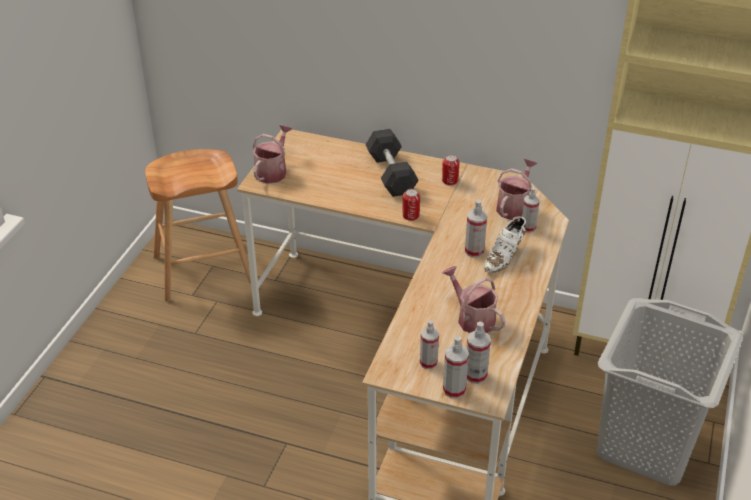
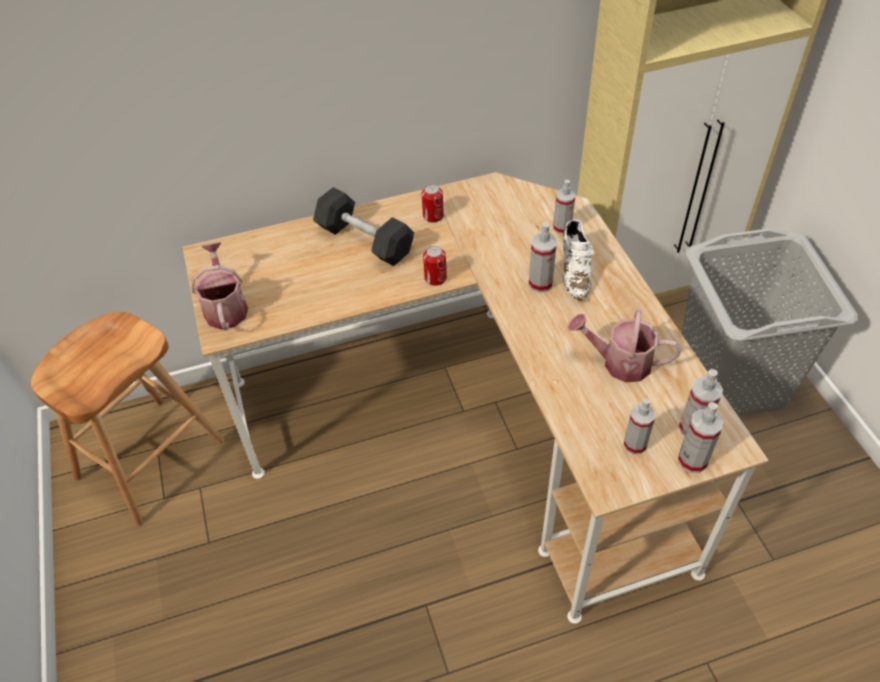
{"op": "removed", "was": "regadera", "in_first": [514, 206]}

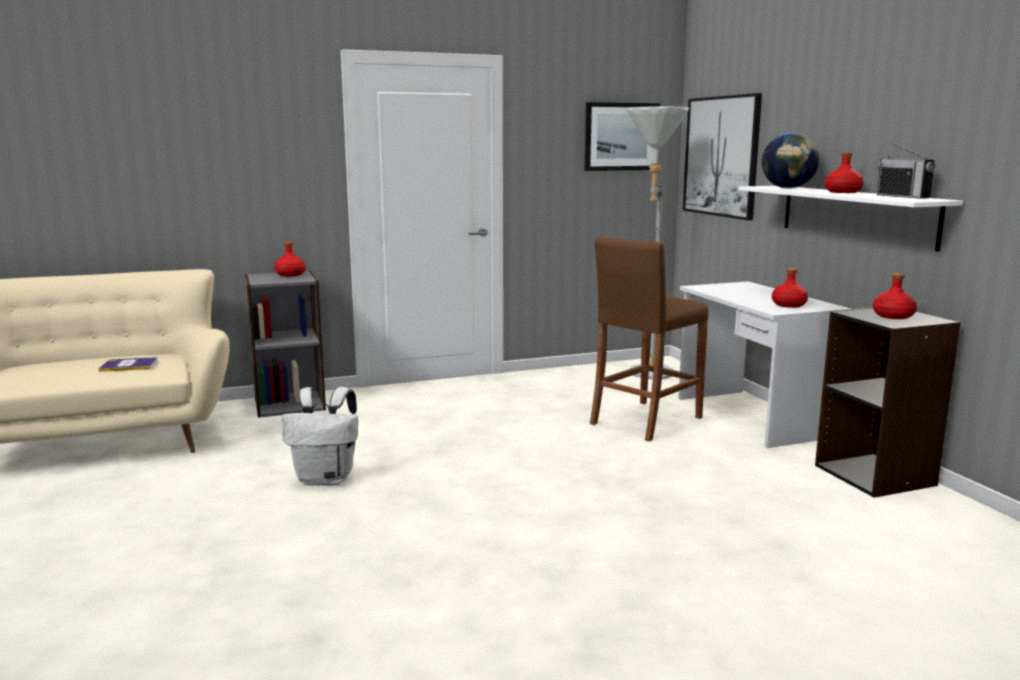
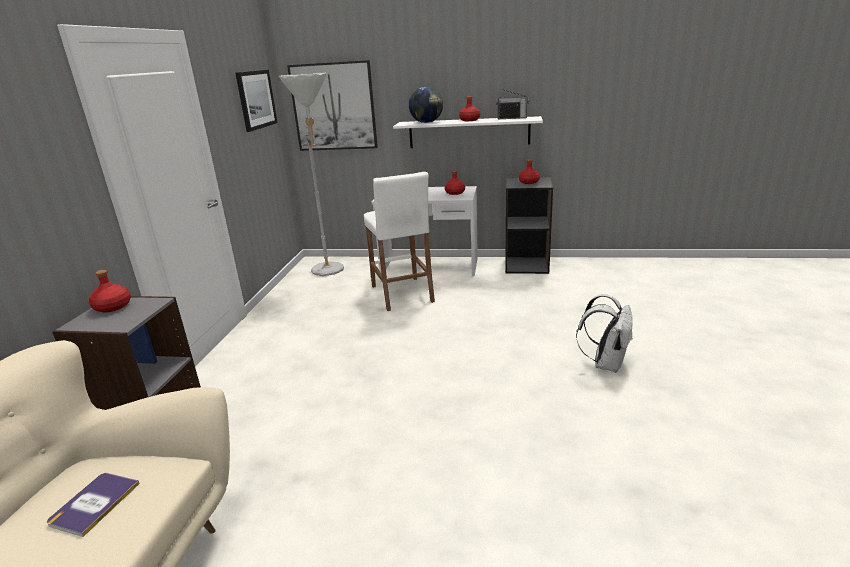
{"op": "recoloured", "was": "taburete/marrón", "now": "taburete/blanco", "in_first": [645, 420], "in_second": [402, 294]}
{"op": "moved", "was": "mochila/blanco", "in_first": [327, 479], "in_second": [606, 363]}

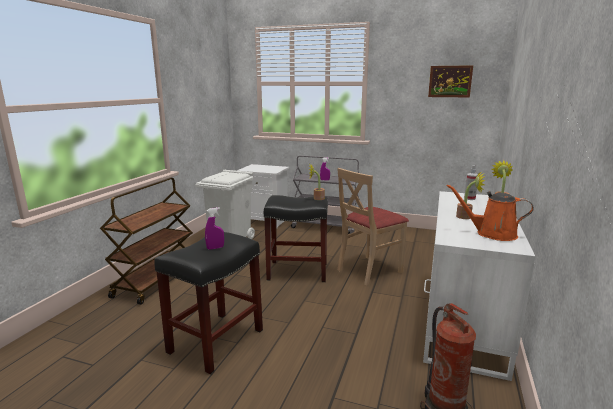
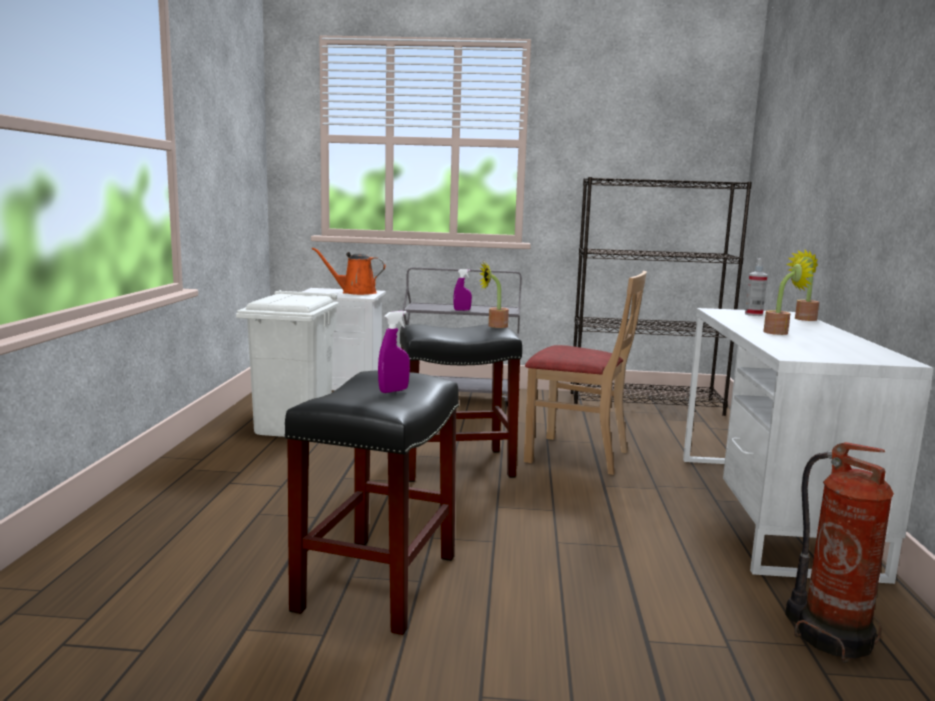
{"op": "removed", "was": "cuadro", "in_first": [450, 81]}
{"op": "turned", "was": "silla/beis", "in_first": [368, 270], "in_second": [577, 455], "clockwise": -105}
{"op": "removed", "was": "carrito/marrón", "in_first": [156, 280]}
{"op": "moved", "was": "regadera/naranja", "in_first": [492, 234], "in_second": [355, 292]}
{"op": "added", "now": "estantería/negro", "in_second": [645, 403]}

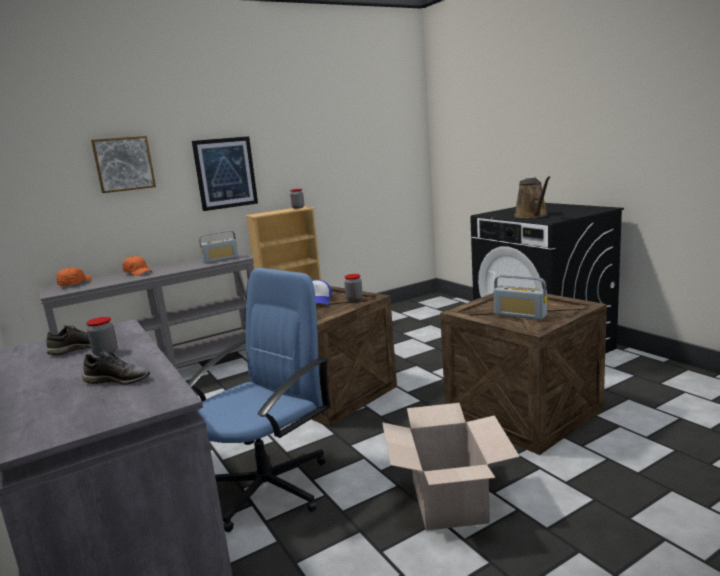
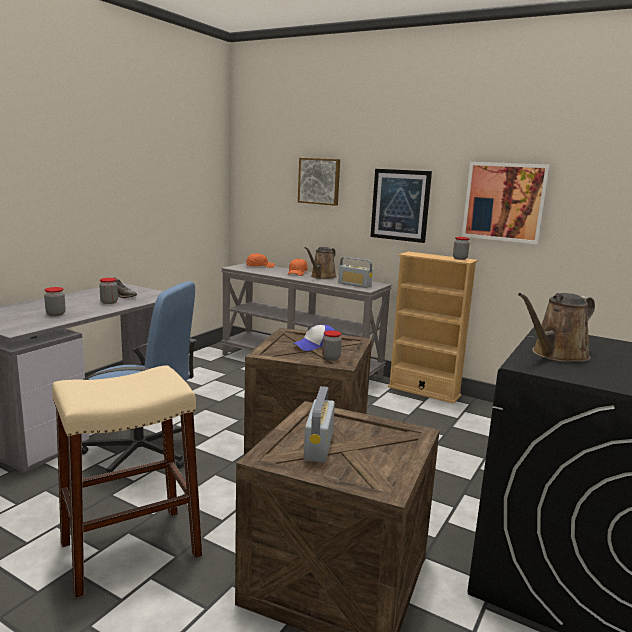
{"op": "replaced", "was": "zapato/gris", "now": "tarro", "in_first": [118, 380], "in_second": [56, 314]}
{"op": "replaced", "was": "caja de cartón", "now": "taburete/beis", "in_first": [448, 501], "in_second": [131, 549]}
{"op": "added", "now": "cuadro", "in_second": [504, 202]}
{"op": "added", "now": "regadera/marrón", "in_second": [322, 277]}

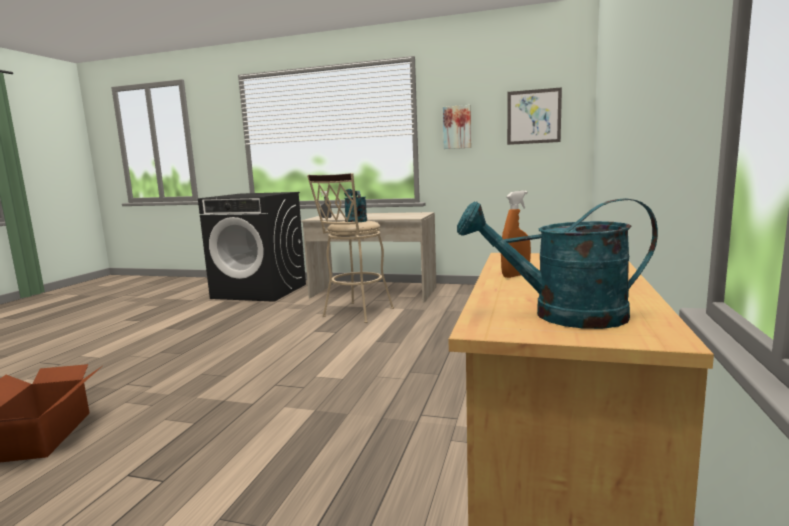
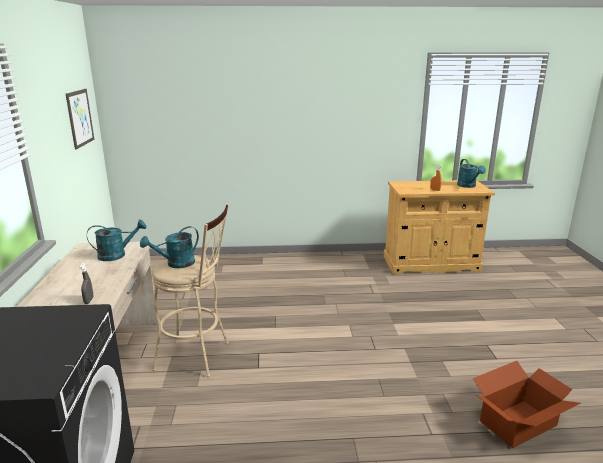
{"op": "removed", "was": "cuadro", "in_first": [457, 127]}
{"op": "added", "now": "regadera/turquesa", "in_second": [117, 255]}

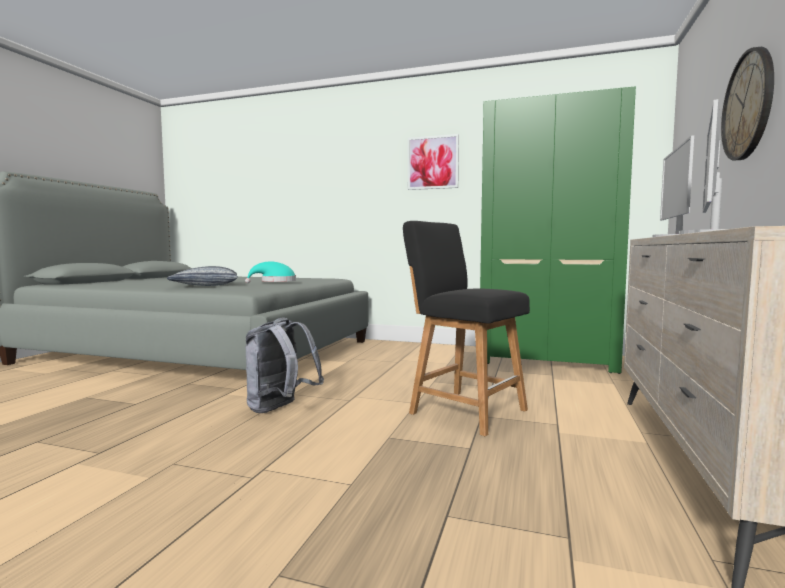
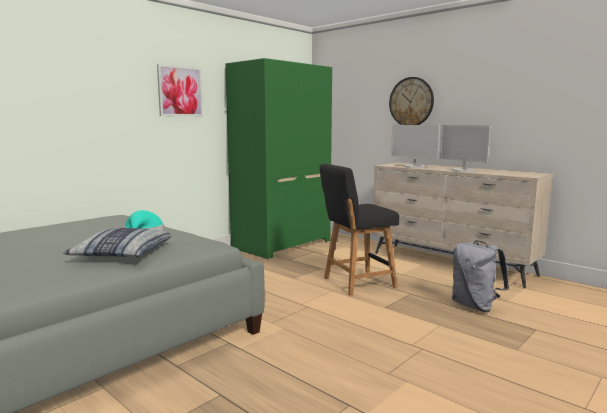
{"op": "moved", "was": "mochila/gris", "in_first": [280, 409], "in_second": [475, 306]}

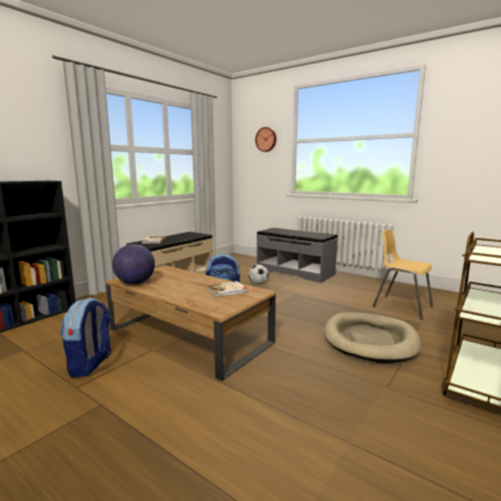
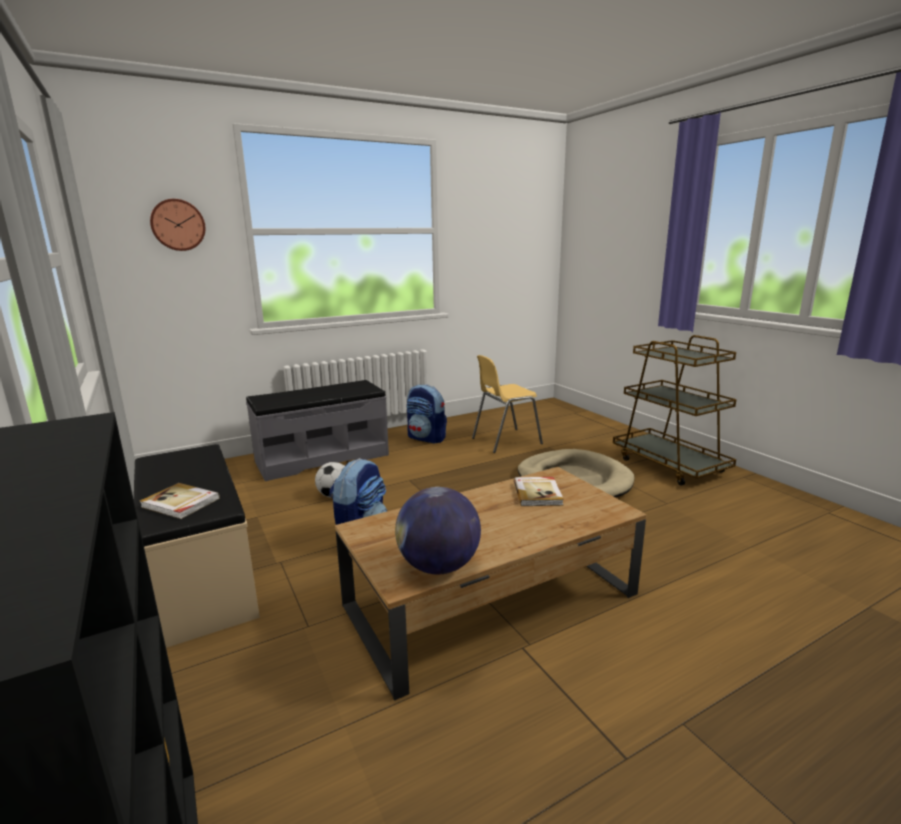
{"op": "moved", "was": "mochila", "in_first": [91, 365], "in_second": [427, 438]}

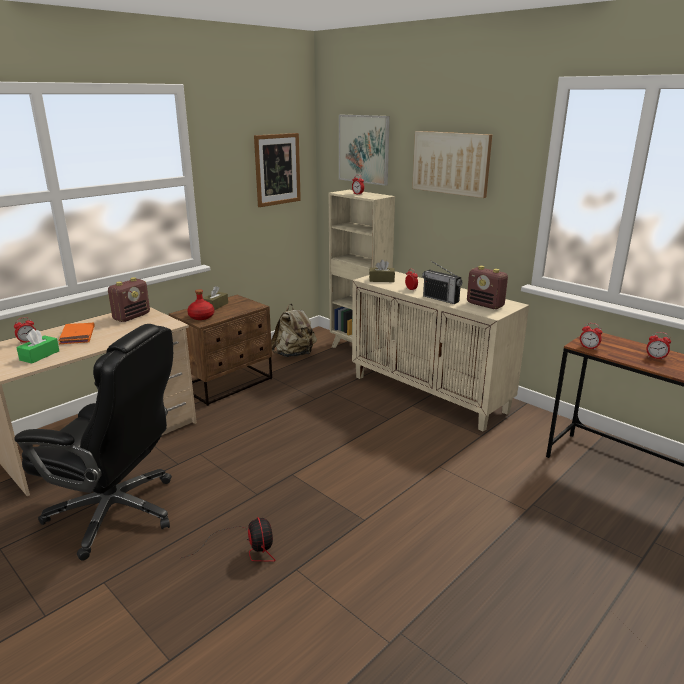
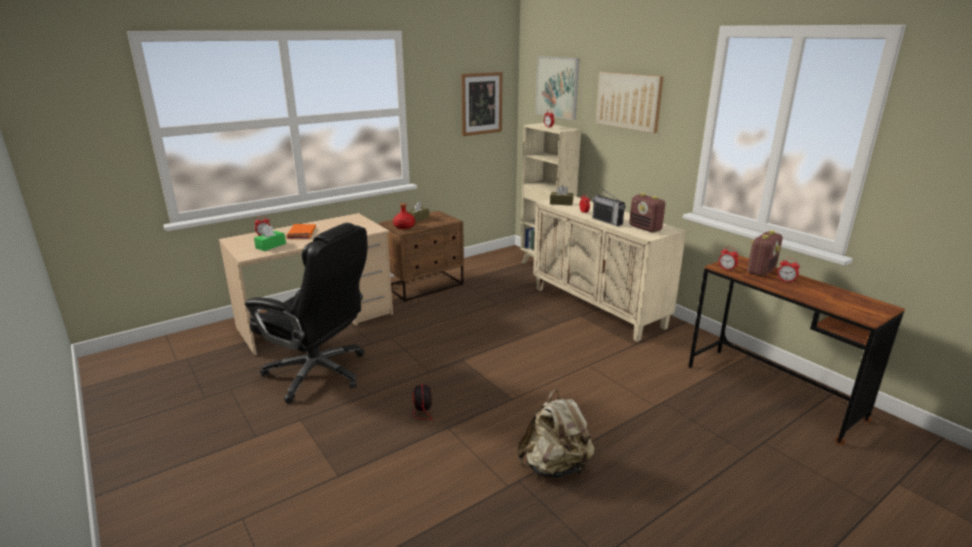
{"op": "moved", "was": "radio", "in_first": [132, 316], "in_second": [761, 271]}
{"op": "moved", "was": "mochila/beis", "in_first": [294, 354], "in_second": [555, 467]}

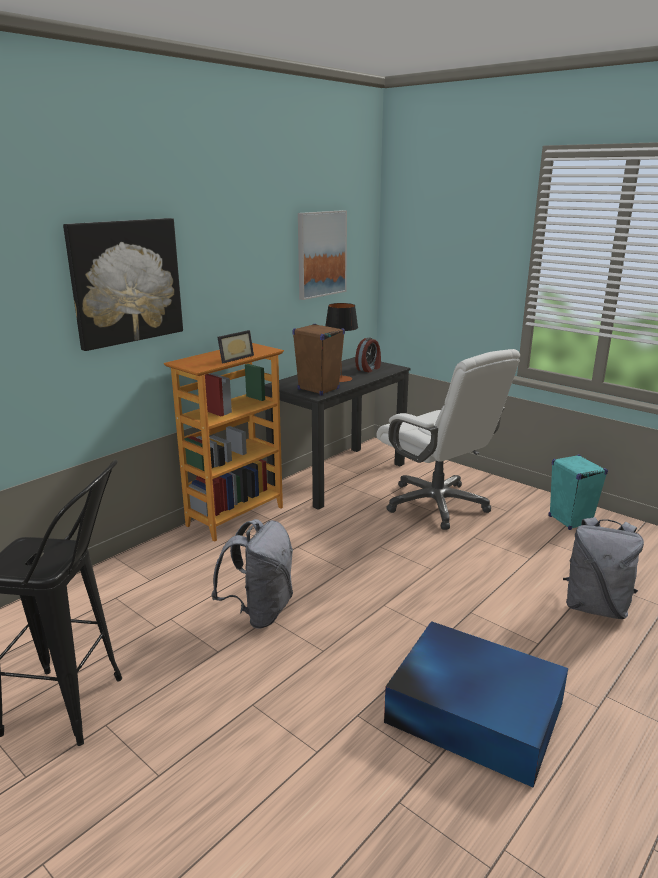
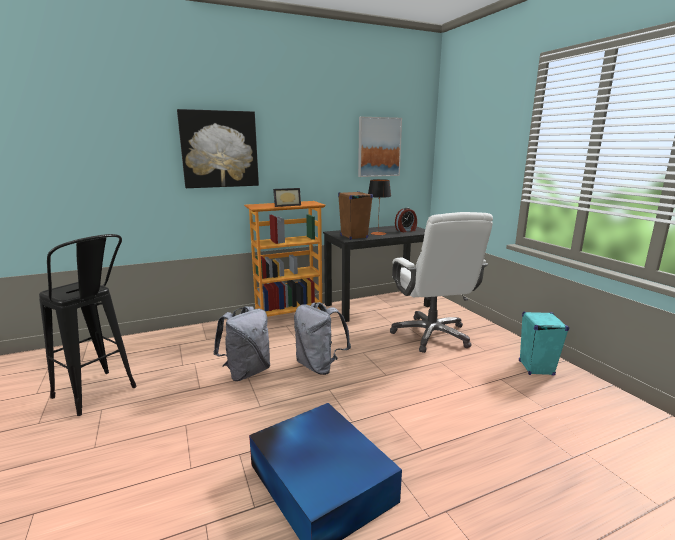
{"op": "moved", "was": "mochila/gris", "in_first": [595, 607], "in_second": [319, 366]}

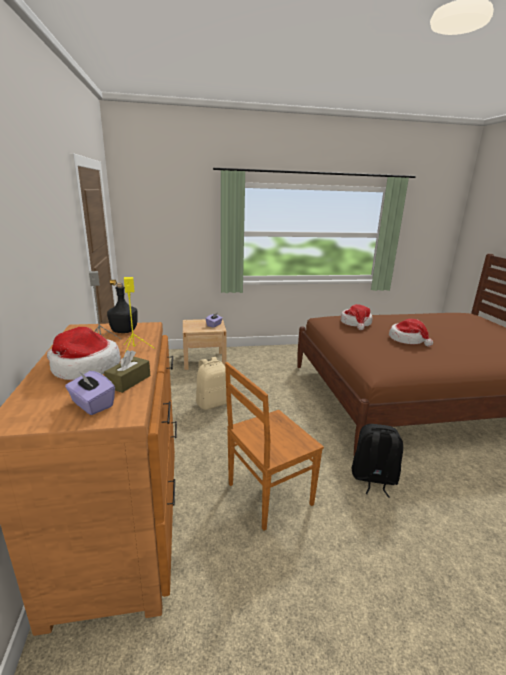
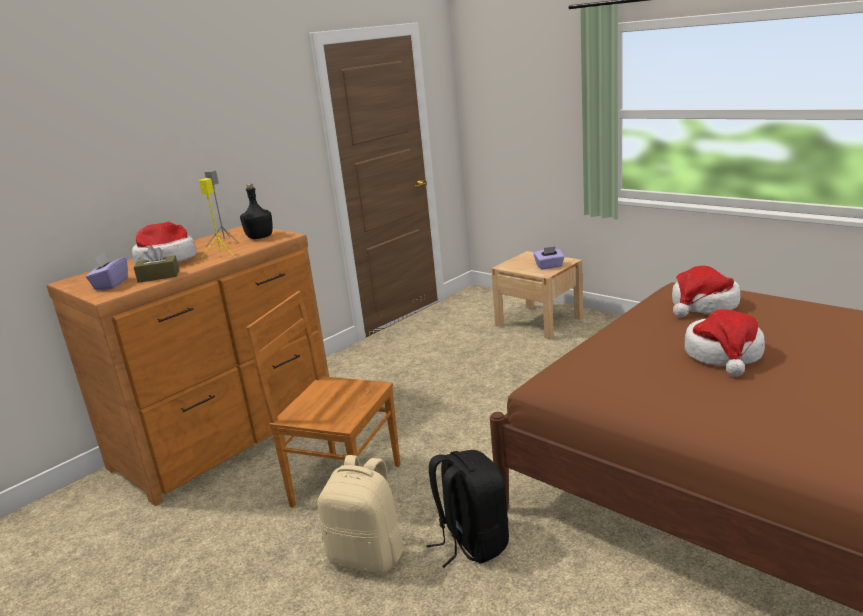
{"op": "moved", "was": "mochila/beis", "in_first": [213, 403], "in_second": [368, 556]}

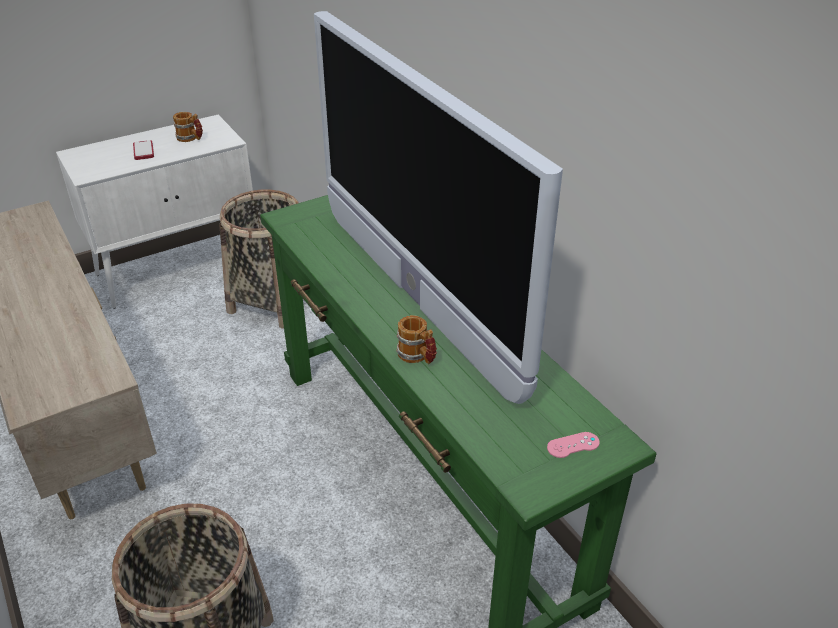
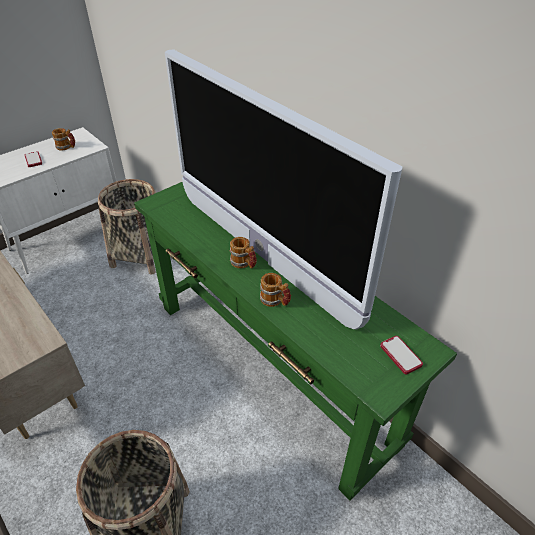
{"op": "replaced", "was": "mando de consola/rosa", "now": "móvil", "in_first": [573, 445], "in_second": [400, 355]}
{"op": "added", "now": "taza grande", "in_second": [244, 263]}

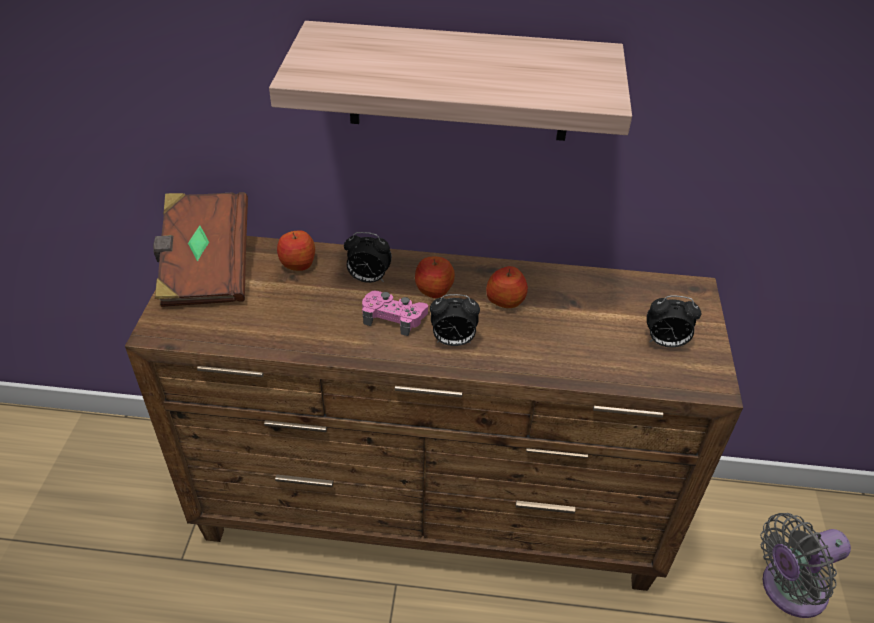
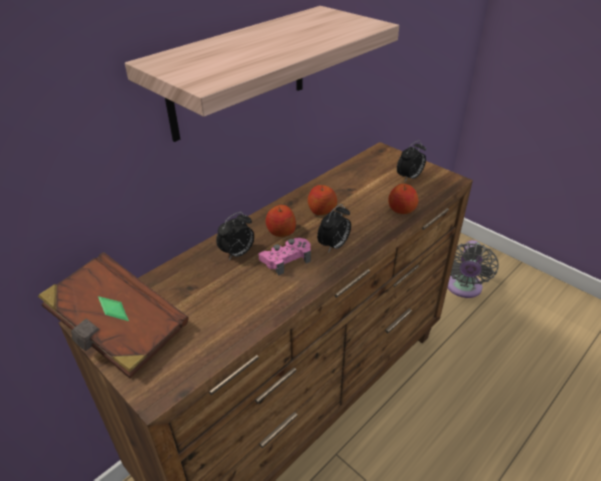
{"op": "moved", "was": "manzana", "in_first": [298, 263], "in_second": [401, 209]}

